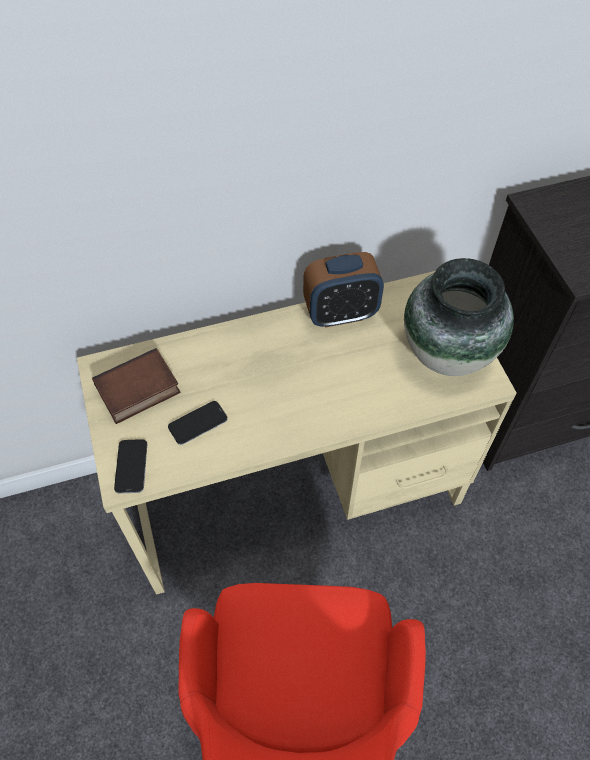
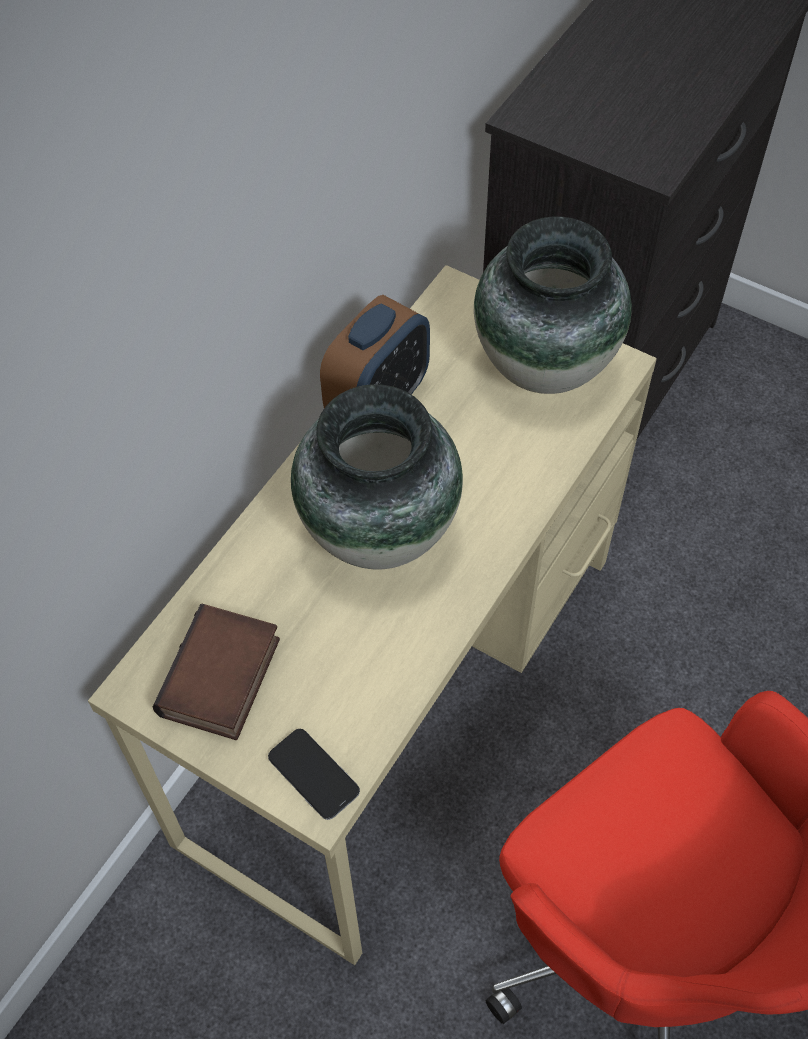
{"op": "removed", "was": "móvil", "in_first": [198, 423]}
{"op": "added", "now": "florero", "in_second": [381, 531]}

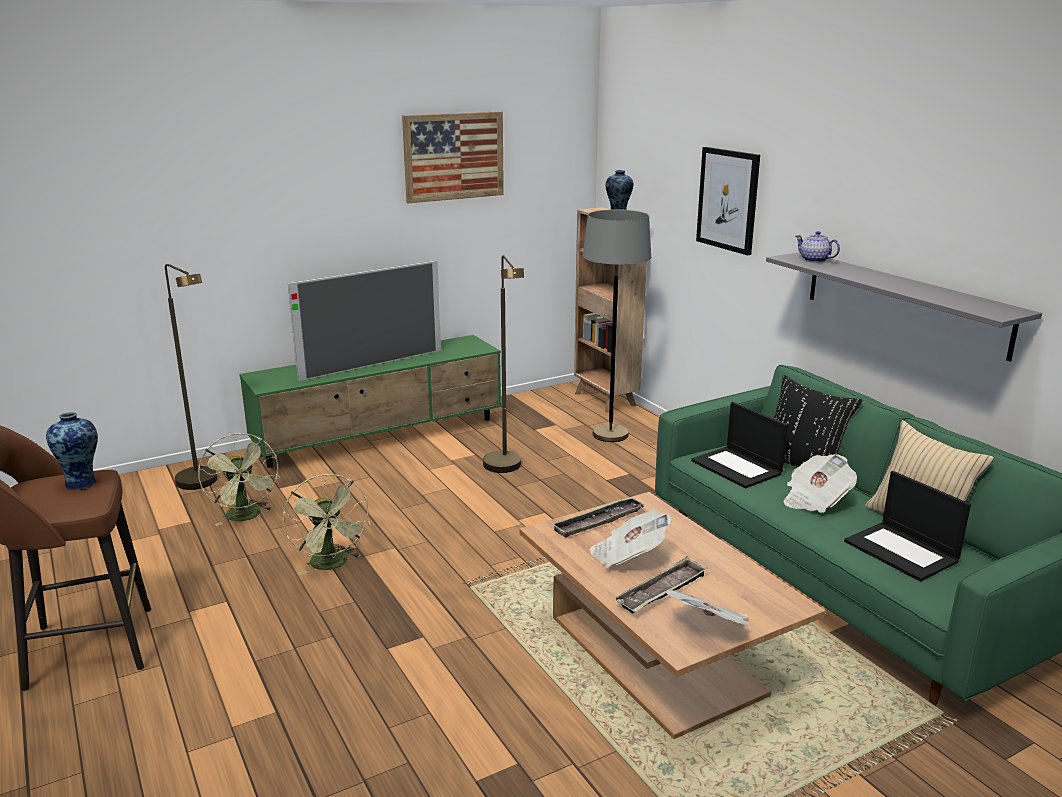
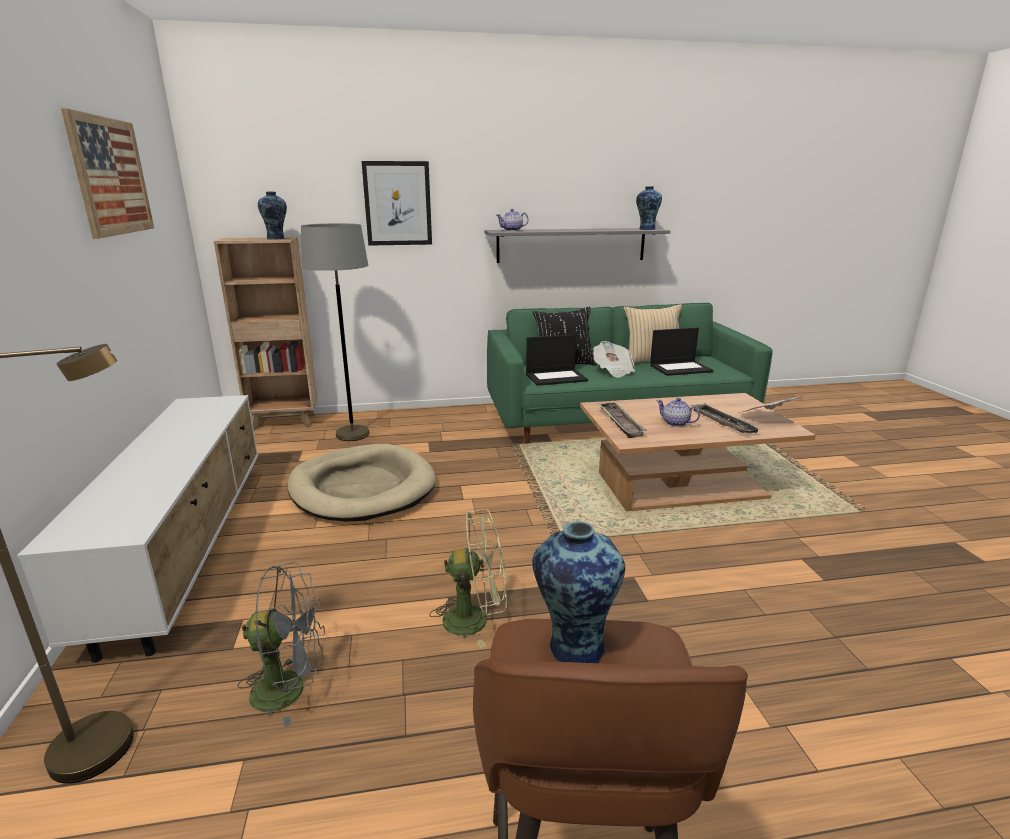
{"op": "replaced", "was": "lámpara de pie/marrón", "now": "cama para perro/beis", "in_first": [505, 469], "in_second": [362, 488]}
{"op": "removed", "was": "televisor", "in_first": [372, 365]}
{"op": "recoloured", "was": "mueble de televisión/verde", "now": "mueble de televisión/blanco", "in_first": [381, 436], "in_second": [188, 546]}
{"op": "recoloured", "was": "ventilador/verde", "now": "ventilador/gris", "in_first": [246, 517], "in_second": [291, 688]}
{"op": "replaced", "was": "periódico", "now": "tetera", "in_first": [628, 556], "in_second": [675, 423]}
{"op": "added", "now": "florero", "in_second": [646, 229]}

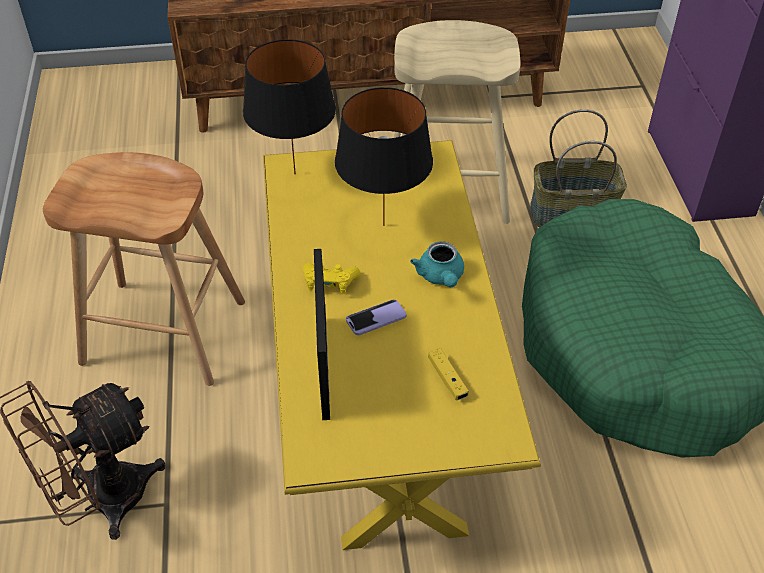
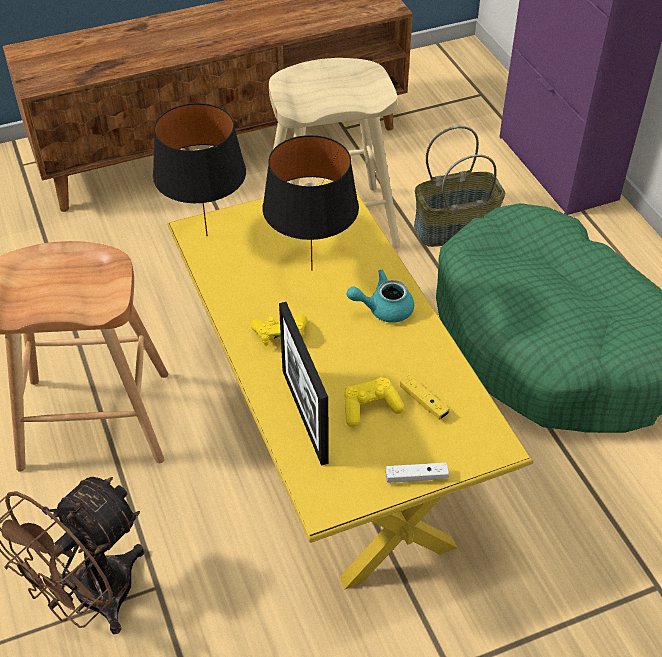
{"op": "turned", "was": "tetera/turquesa", "in_first": [441, 277], "in_second": [383, 309], "clockwise": 105}
{"op": "removed", "was": "móvil", "in_first": [376, 318]}
{"op": "added", "now": "mando de consola/amarillo", "in_second": [370, 408]}
{"op": "added", "now": "mando de consola/blanco", "in_second": [416, 477]}

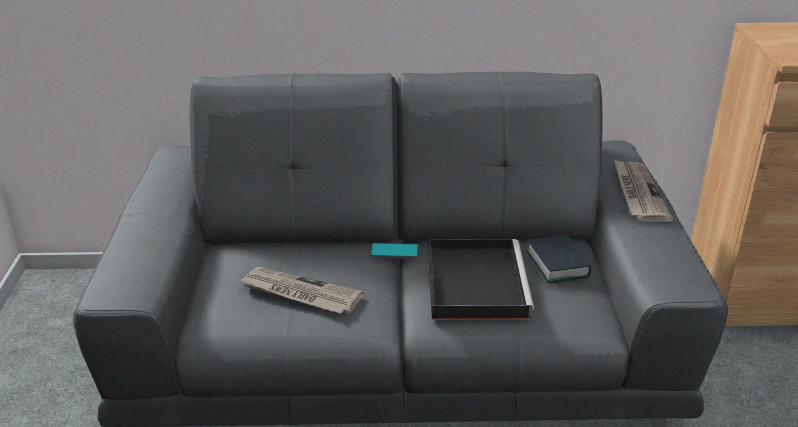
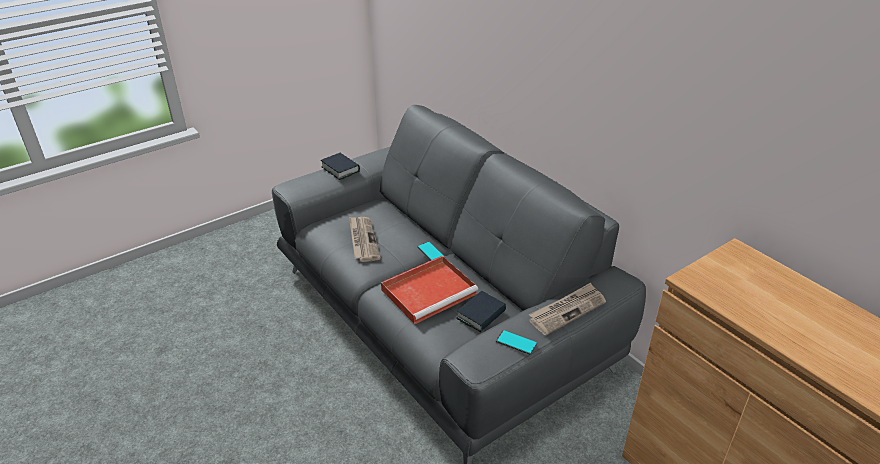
{"op": "recoloured", "was": "bandeja/negro", "now": "bandeja/rojo", "in_first": [474, 282], "in_second": [430, 291]}
{"op": "added", "now": "libro", "in_second": [340, 169]}
{"op": "added", "now": "móvil", "in_second": [516, 342]}

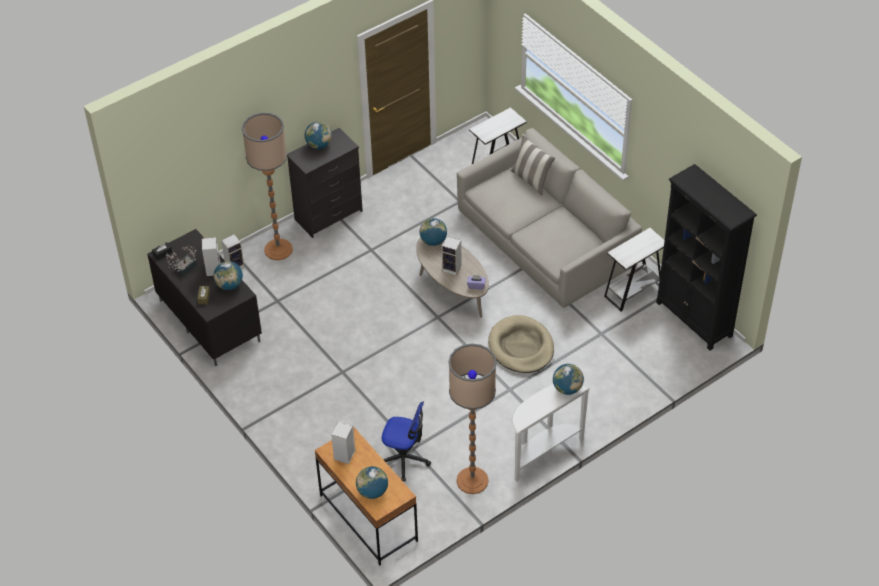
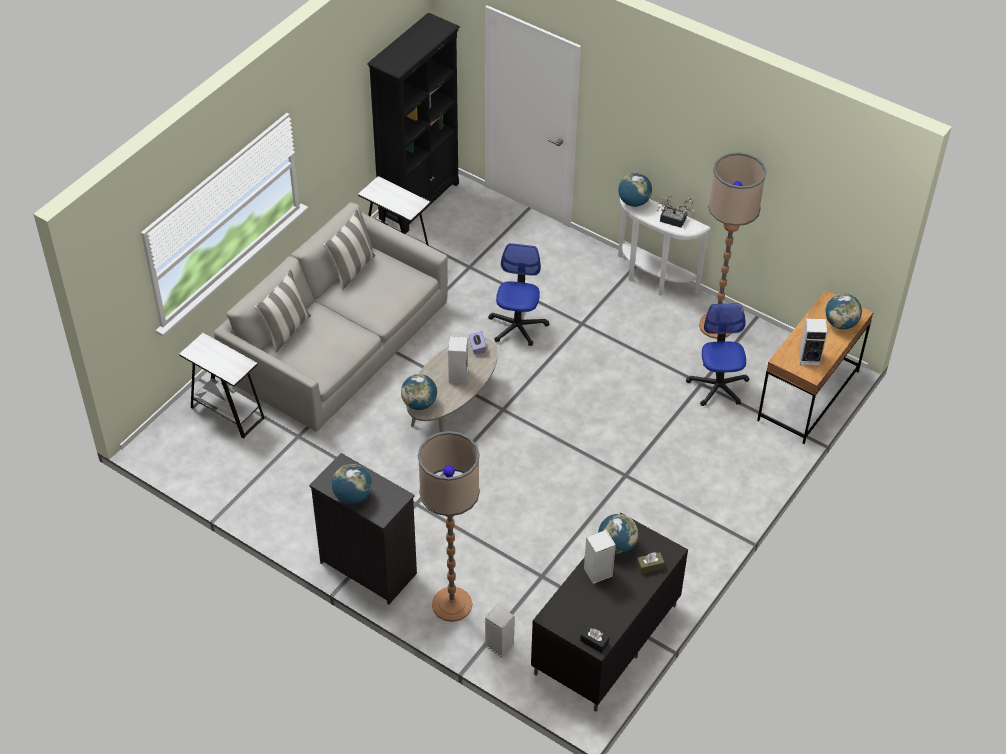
{"op": "moved", "was": "planta en maceta", "in_first": [183, 268], "in_second": [676, 221]}
{"op": "replaced", "was": "cama para perro/beis", "now": "silla de oficina", "in_first": [521, 347], "in_second": [517, 327]}
{"op": "added", "now": "cojín", "in_second": [351, 269]}

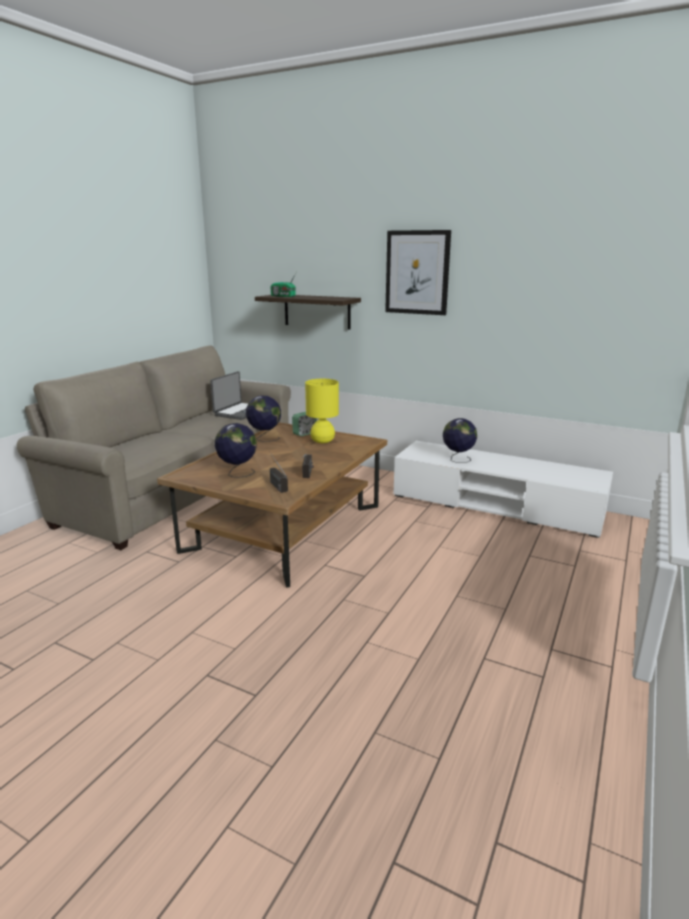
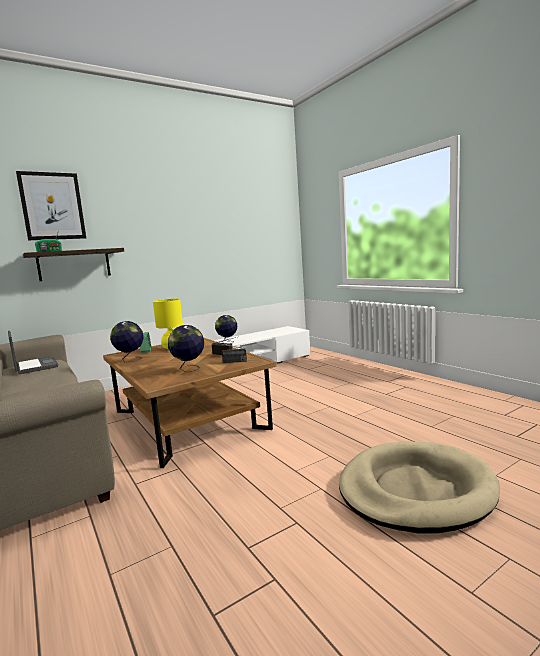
{"op": "moved", "was": "cuadro", "in_first": [417, 272], "in_second": [52, 206]}
{"op": "added", "now": "cama para perro/beis", "in_second": [415, 490]}

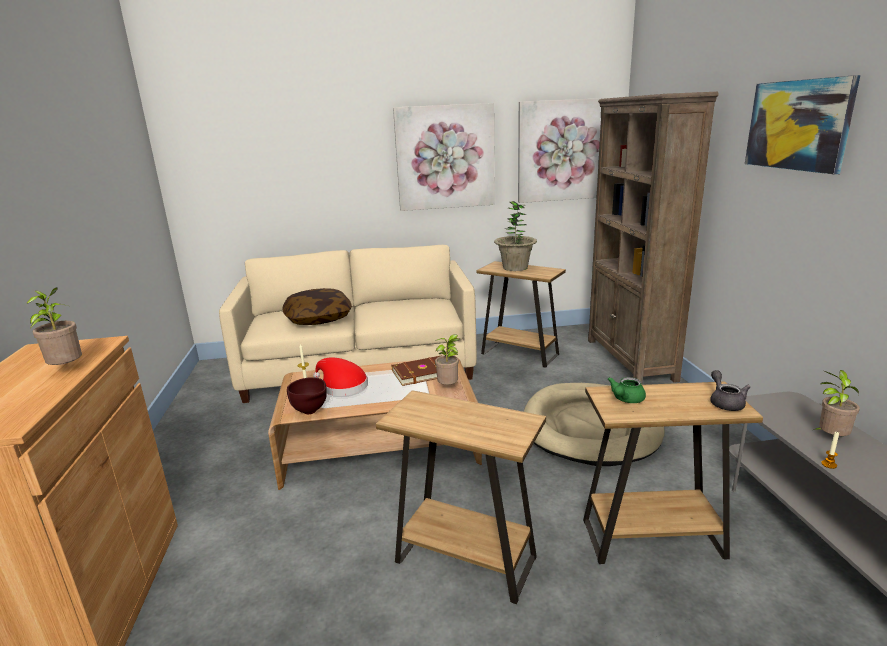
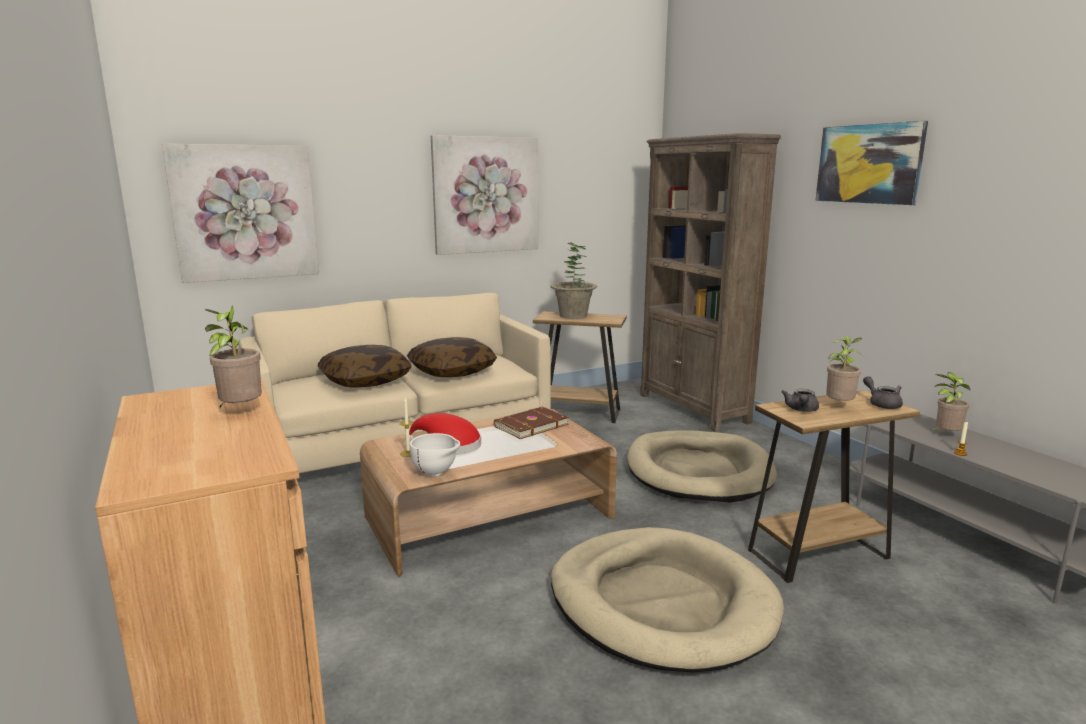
{"op": "moved", "was": "cuadro", "in_first": [564, 151], "in_second": [245, 212]}
{"op": "moved", "was": "planta en maceta", "in_first": [449, 387], "in_second": [839, 406]}
{"op": "recoloured", "was": "cuenco/marrón", "now": "cuenco/blanco", "in_first": [311, 412], "in_second": [436, 474]}
{"op": "recoloured", "was": "tetera/verde", "now": "tetera/gris", "in_first": [625, 399], "in_second": [801, 410]}
{"op": "replaced", "was": "mesa auxiliar/marrón", "now": "cama para perro/beis", "in_first": [465, 559], "in_second": [661, 603]}
{"op": "added", "now": "cojín", "in_second": [452, 371]}

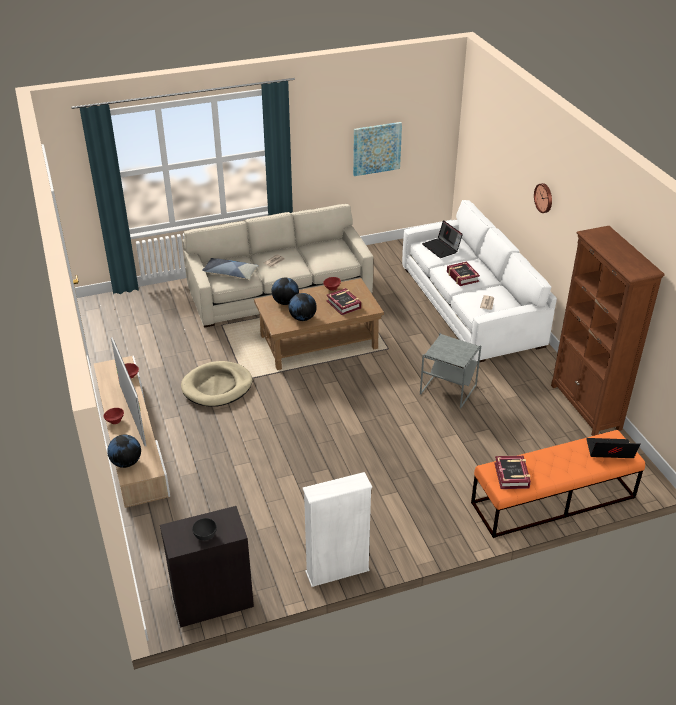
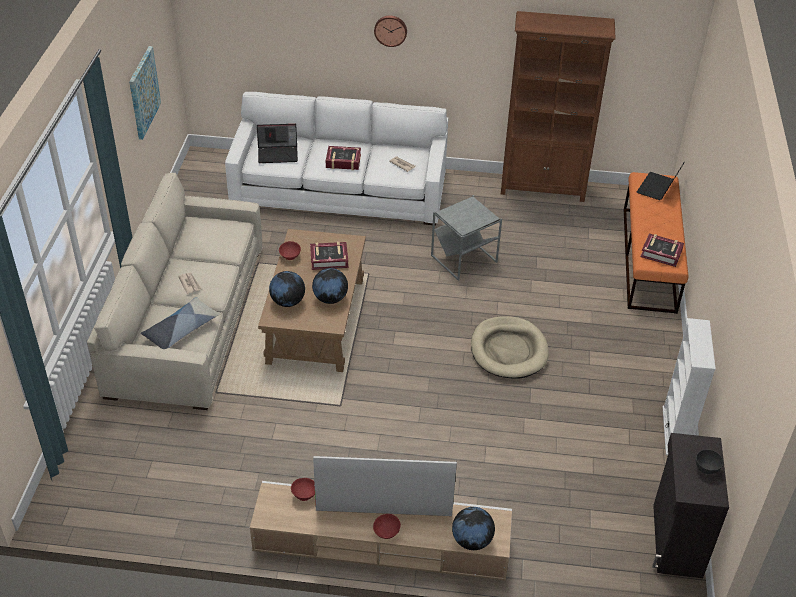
{"op": "moved", "was": "cama para perro/beis", "in_first": [217, 387], "in_second": [508, 350]}

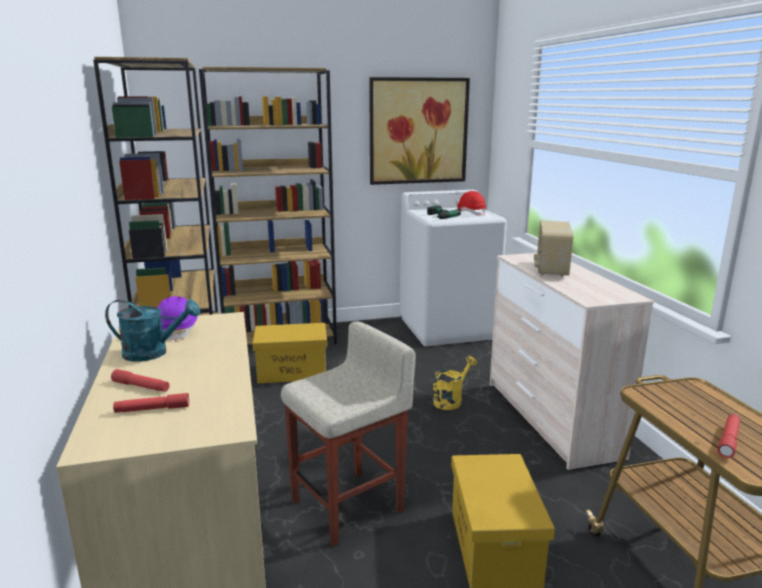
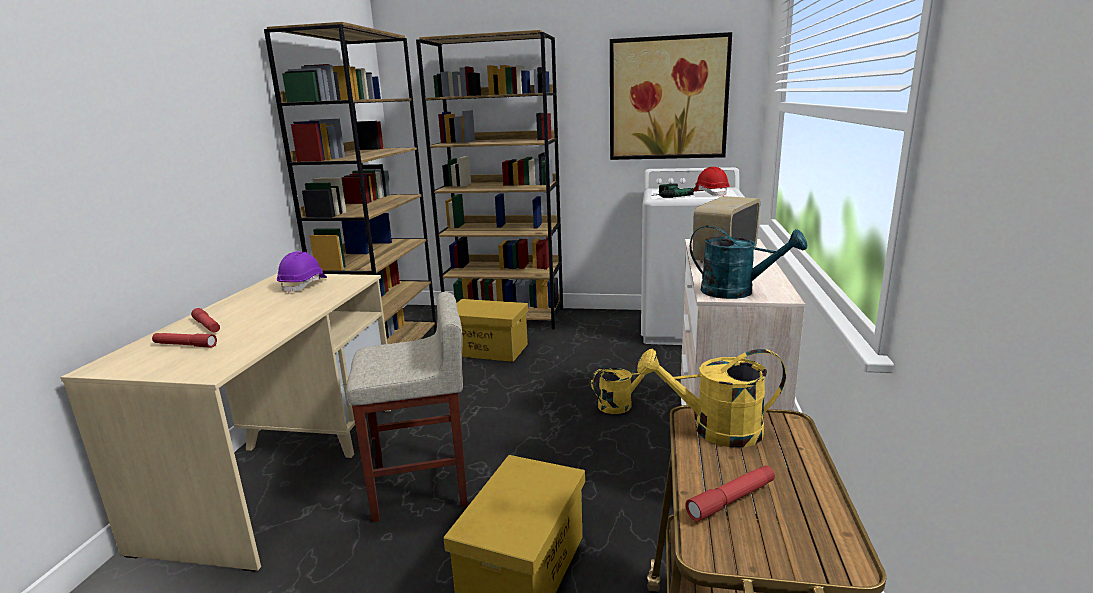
{"op": "moved", "was": "regadera/turquesa", "in_first": [153, 353], "in_second": [737, 292]}
{"op": "added", "now": "regadera/amarillo", "in_second": [715, 430]}

